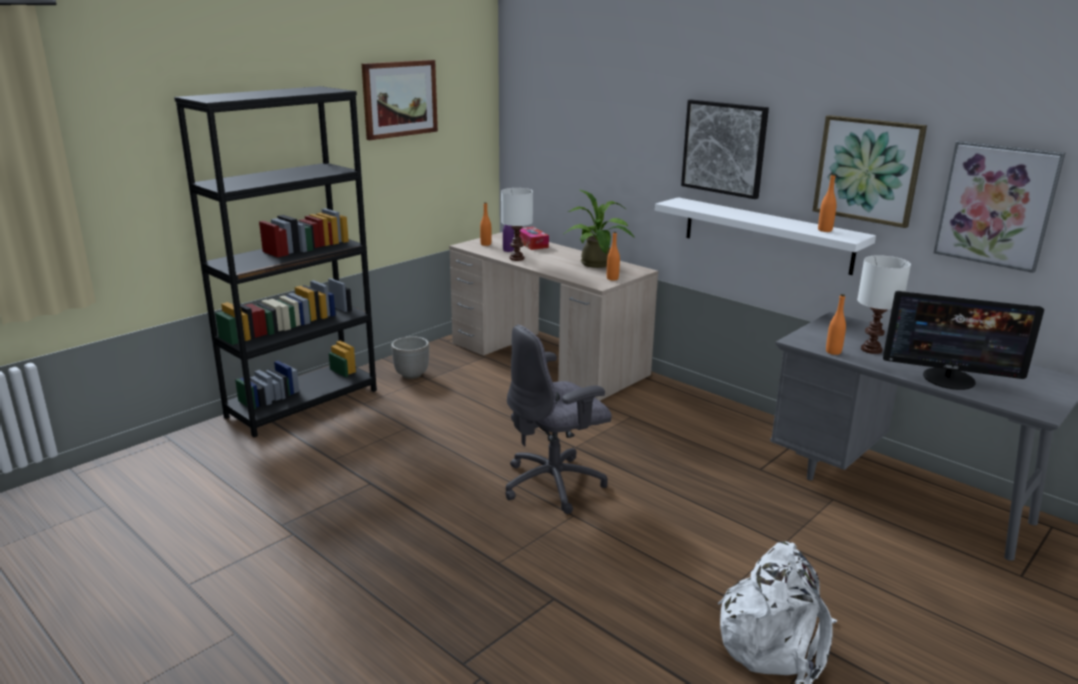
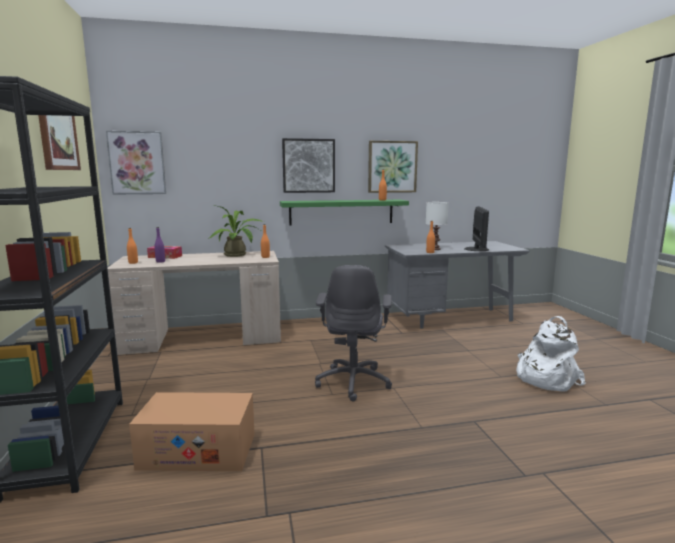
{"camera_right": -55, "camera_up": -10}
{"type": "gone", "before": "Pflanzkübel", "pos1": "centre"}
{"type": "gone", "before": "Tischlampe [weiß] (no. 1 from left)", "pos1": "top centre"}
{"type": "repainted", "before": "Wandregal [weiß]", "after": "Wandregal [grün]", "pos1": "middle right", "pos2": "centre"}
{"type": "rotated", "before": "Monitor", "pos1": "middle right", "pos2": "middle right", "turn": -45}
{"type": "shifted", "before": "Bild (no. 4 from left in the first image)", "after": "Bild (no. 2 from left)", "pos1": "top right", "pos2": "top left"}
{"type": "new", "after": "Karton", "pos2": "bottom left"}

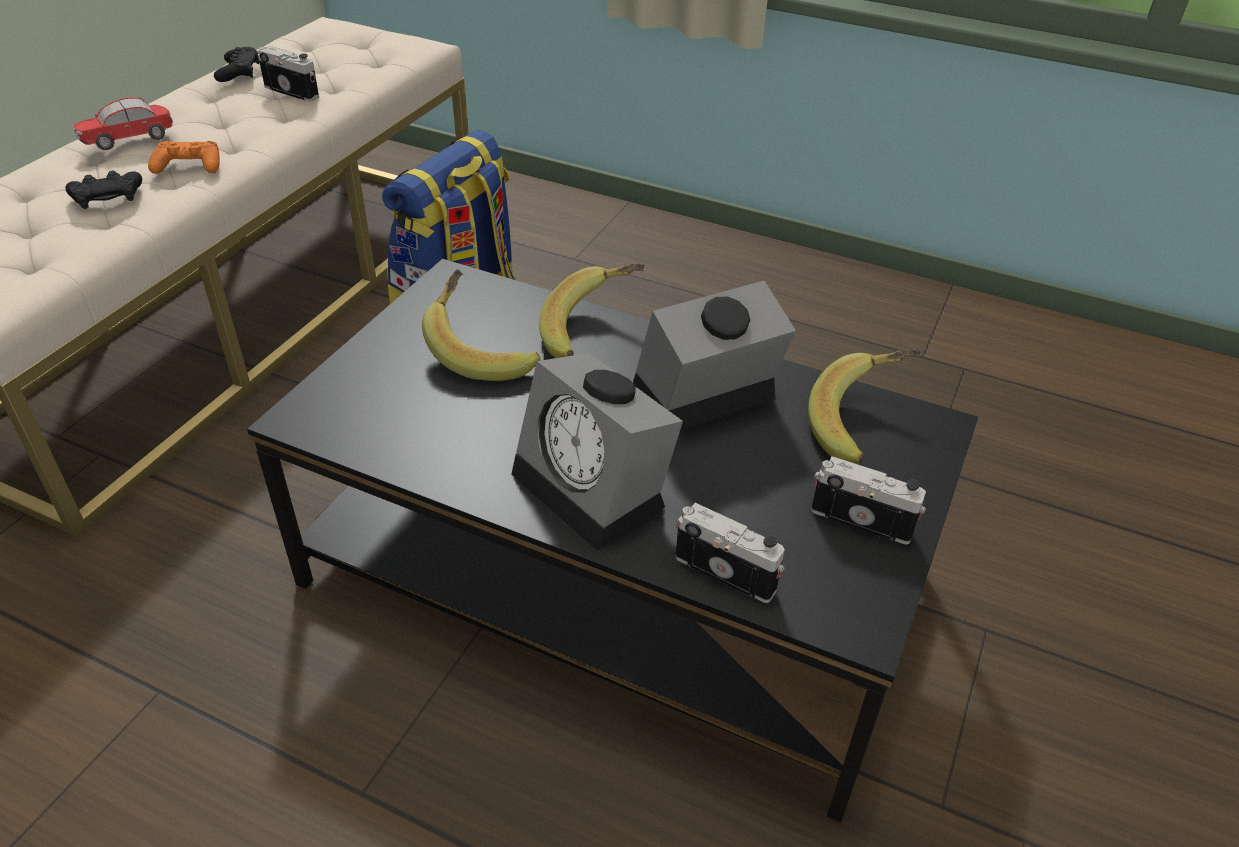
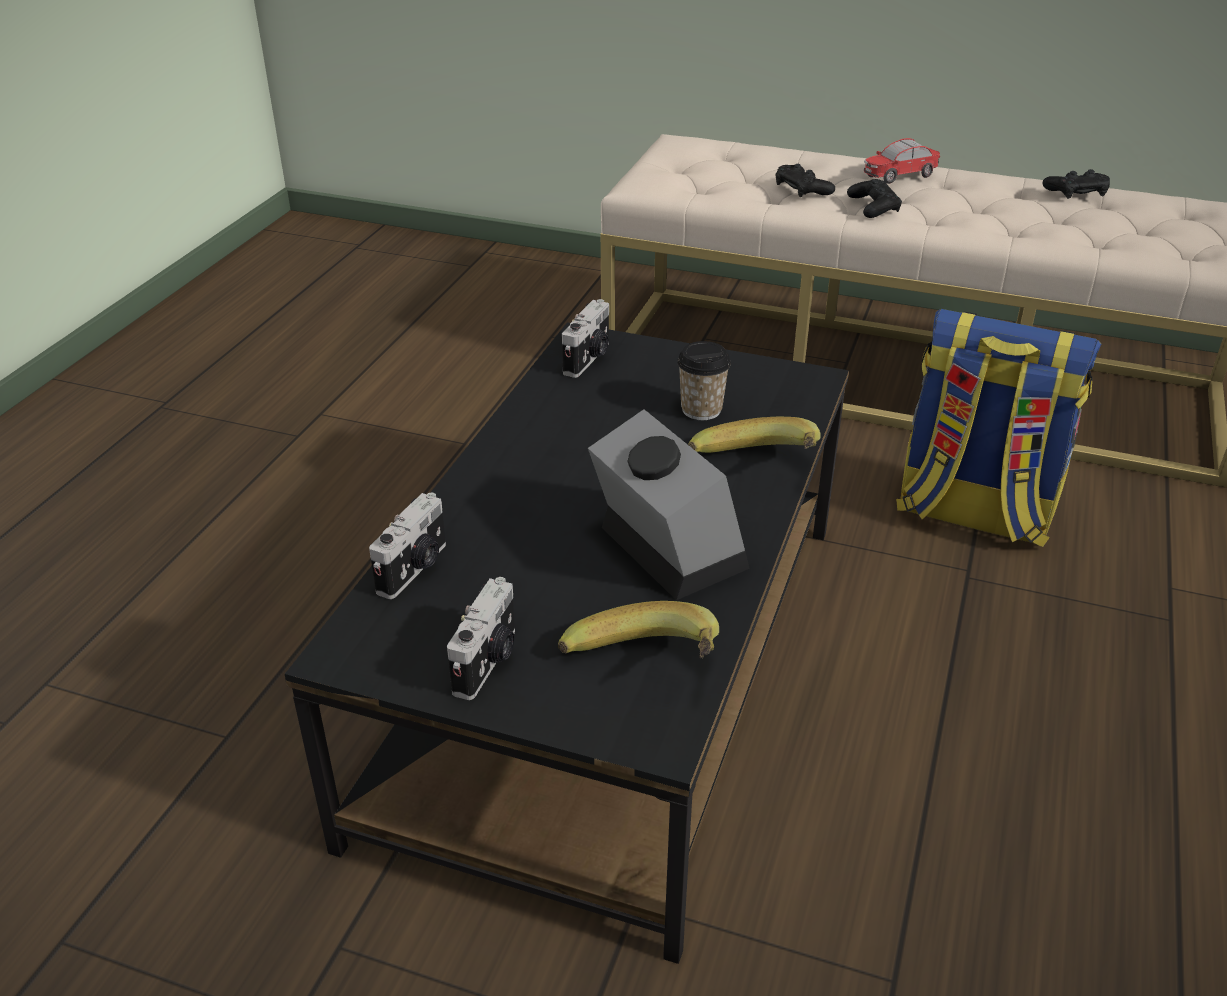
{"camera_right": 85, "camera_up": -5}
{"type": "rotated", "before": "Spielzeugauto", "pos1": "top left", "pos2": "top right", "turn": -75}
{"type": "repainted", "before": "Gamepad [orange]", "after": "Gamepad [schwarz] (no. 2 from left)", "pos1": "top left", "pos2": "top right"}
{"type": "shifted", "before": "Kamera (no. 1 from left in the first image)", "after": "Kamera (no. 3 from left)", "pos1": "top left", "pos2": "centre"}
{"type": "swapped", "before": "Banane (no. 1 from left)", "after": "Tasse", "pos1": "centre", "pos2": "centre"}
{"type": "gone", "before": "Wecker (no. 1 from left)", "pos1": "centre"}

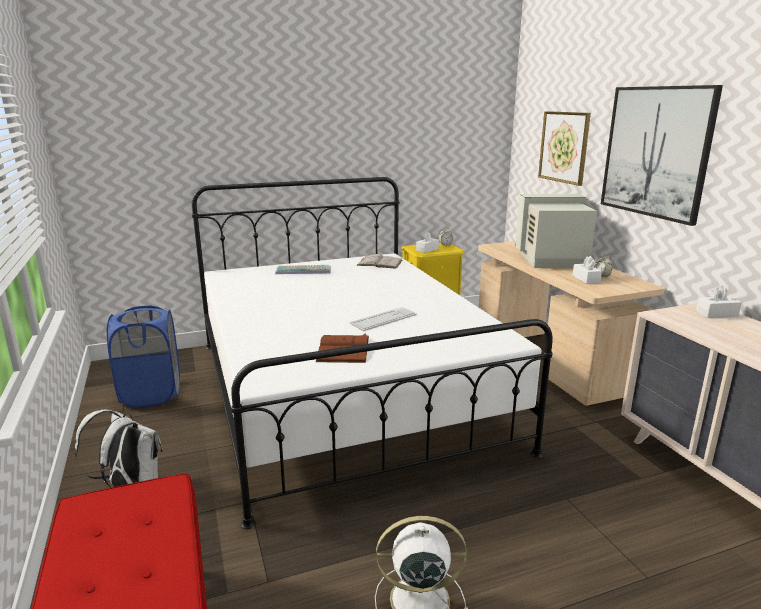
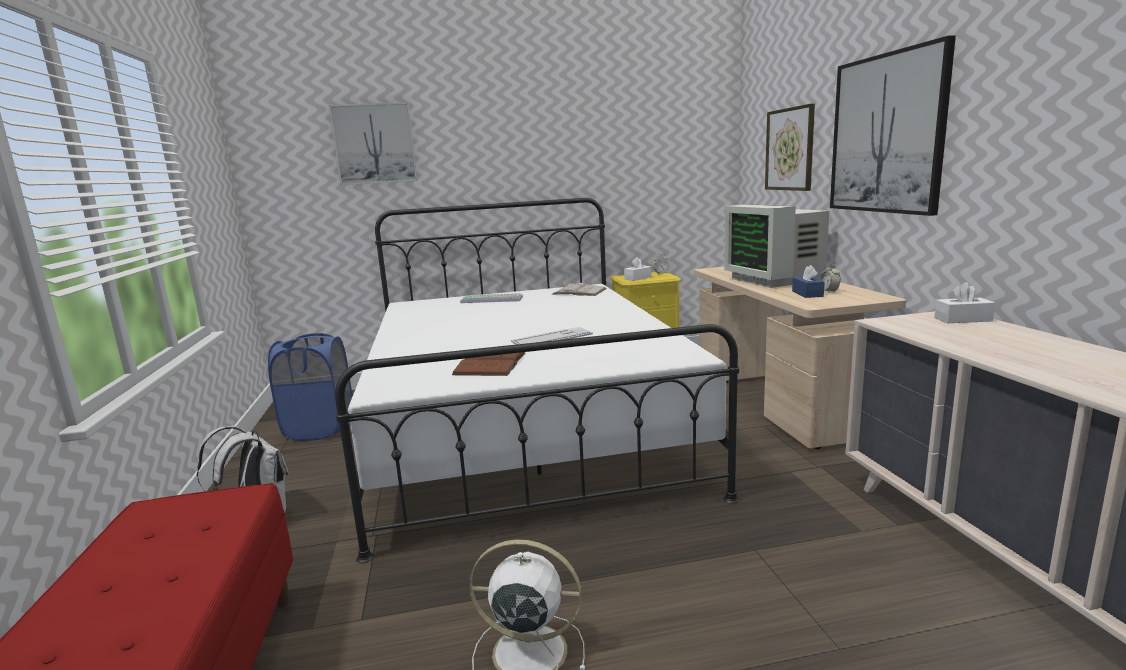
{"camera_right": 10, "camera_up": -5}
{"type": "rotated", "before": "Monitor", "pos1": "middle right", "pos2": "middle right", "turn": -120}
{"type": "repainted", "before": "Taschentuchbox [weiß] (no. 2 from left)", "after": "Taschentuchbox [blau]", "pos1": "middle right", "pos2": "middle right"}
{"type": "new", "after": "Bild (no. 1 from left)", "pos2": "top left"}

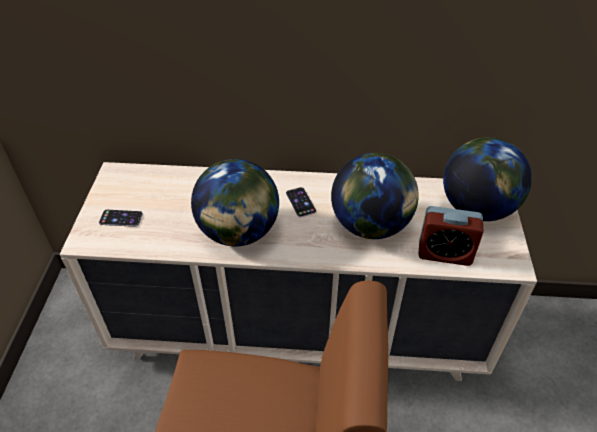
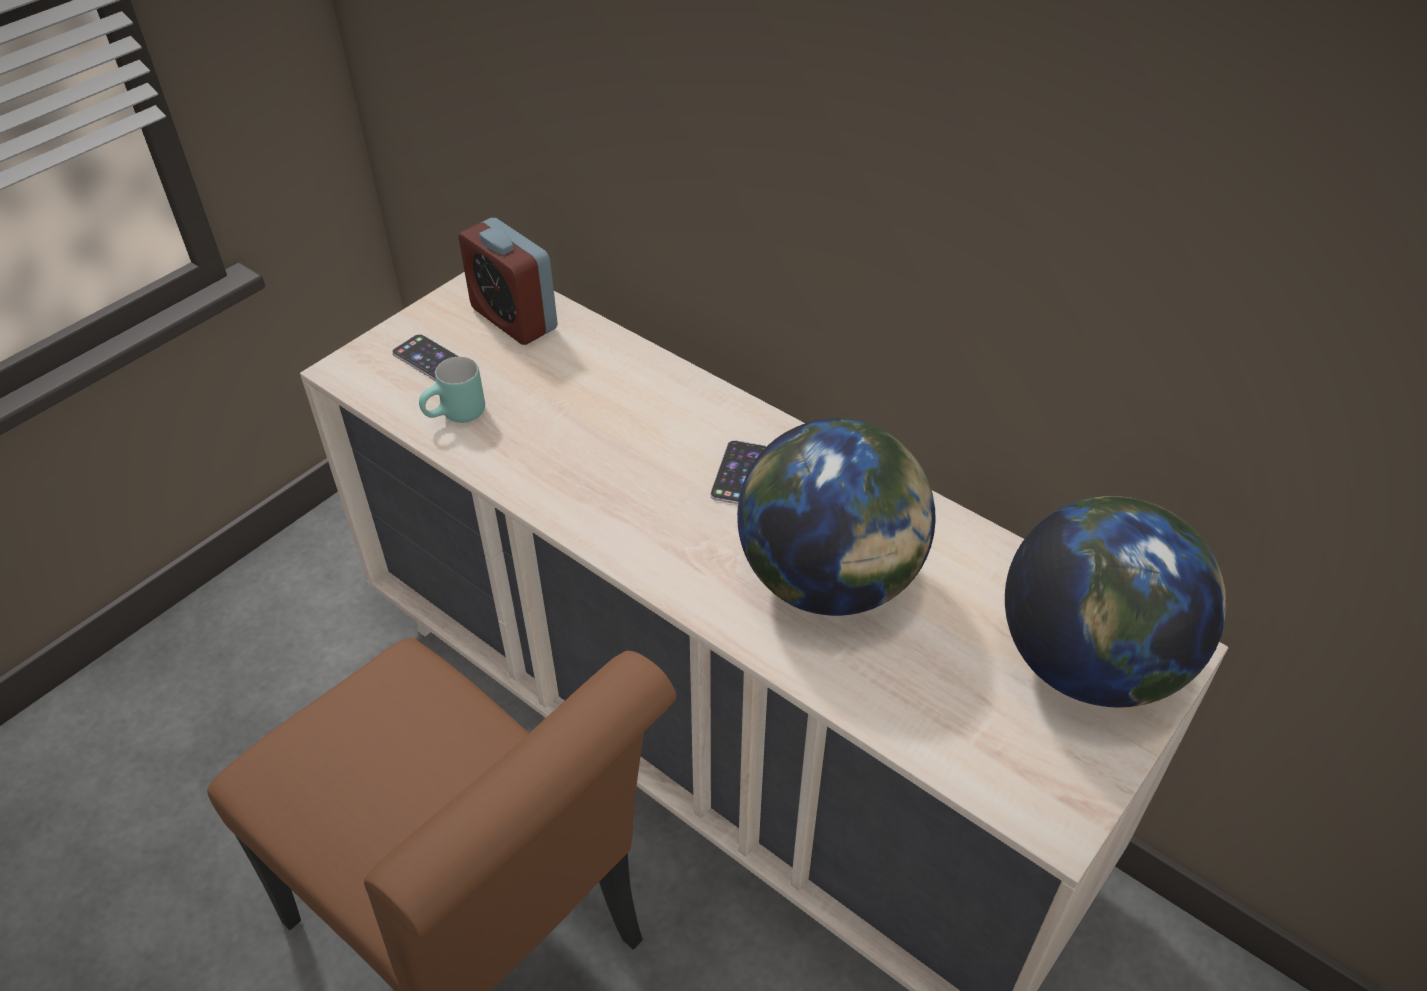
{"camera_right": 35, "camera_up": 0}
{"type": "gone", "before": "Globus (no. 1 from left)", "pos1": "centre"}
{"type": "shifted", "before": "Wecker", "pos1": "middle right", "pos2": "top centre"}
{"type": "new", "after": "Henkelbecher [türkis]", "pos2": "middle left"}

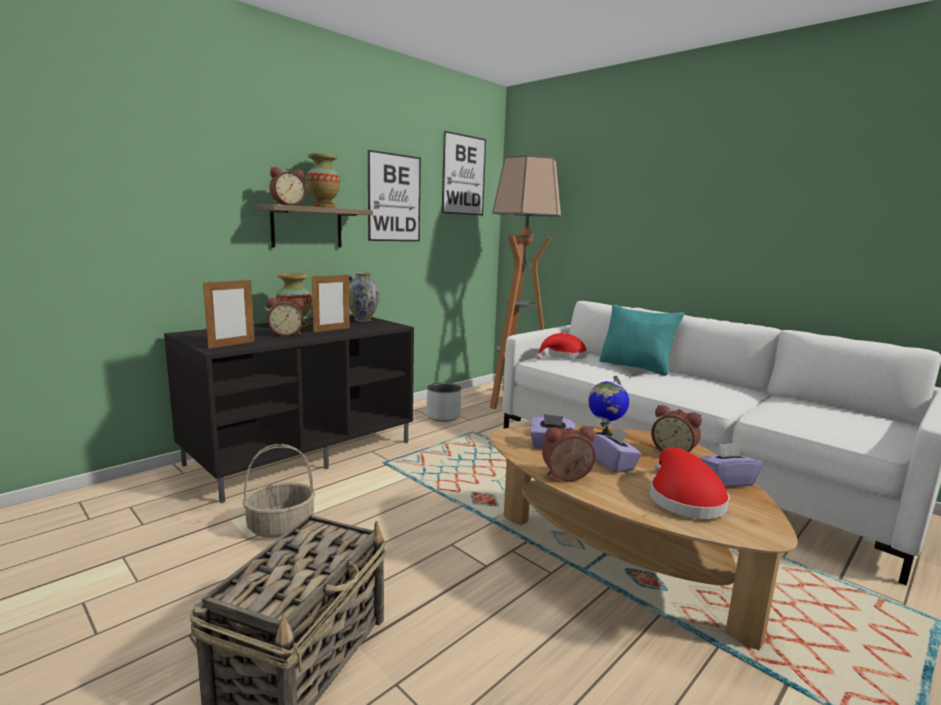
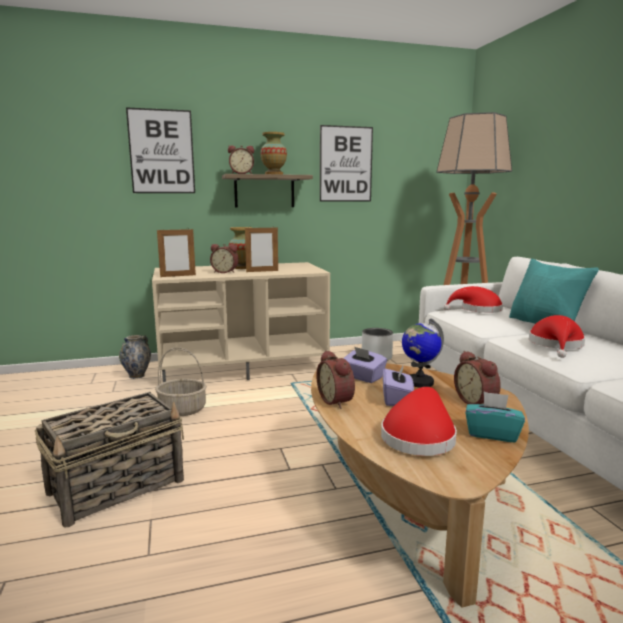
{"camera_right": 30, "camera_up": 0}
{"type": "repainted", "before": "Fernsehschrank [schwarz]", "after": "Fernsehschrank [beige]", "pos1": "middle left", "pos2": "centre"}
{"type": "shifted", "before": "Vase (no. 3 from left in the first image)", "after": "Vase (no. 1 from left)", "pos1": "centre", "pos2": "middle left"}
{"type": "shifted", "before": "Bild (no. 2 from left in the first image)", "after": "Bild (no. 1 from left)", "pos1": "top centre", "pos2": "top left"}
{"type": "rotated", "before": "Wecker (no. 3 from left)", "pos1": "centre", "pos2": "centre", "turn": -135}
{"type": "repainted", "before": "Taschentuchbox [lila] (no. 3 from left)", "after": "Taschentuchbox [türkis]", "pos1": "middle right", "pos2": "bottom right"}
{"type": "new", "after": "Hut [rot] (no. 3 from left)", "pos2": "middle right"}

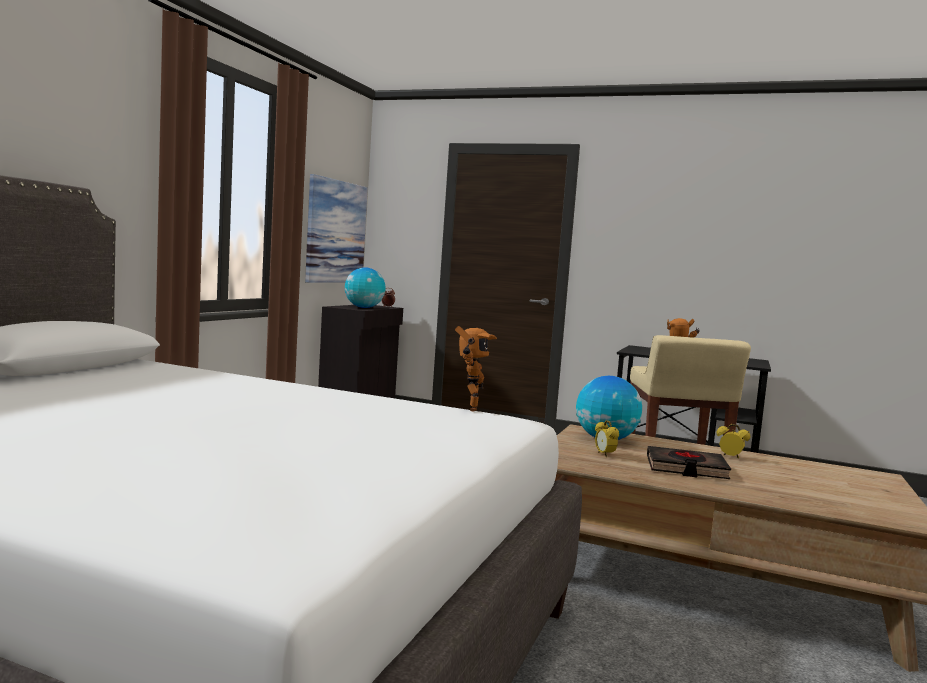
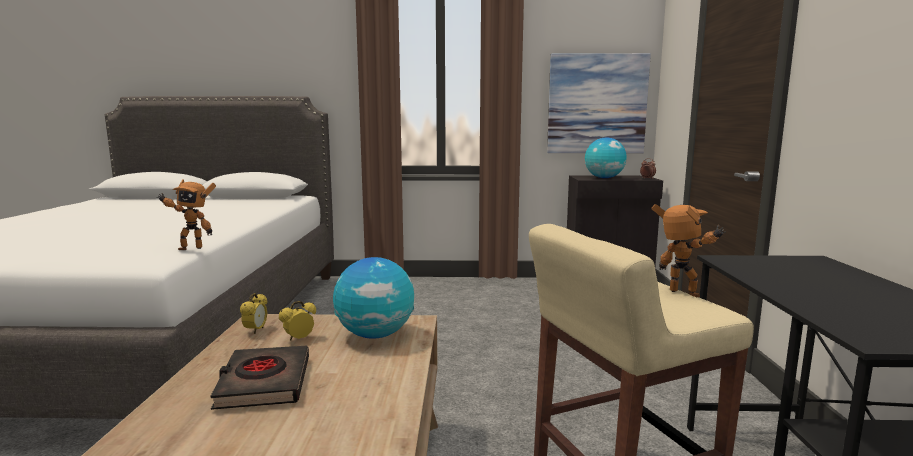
{"camera_right": 70, "camera_up": 5}
{"type": "shifted", "before": "Wecker (no. 3 from left in the first image)", "after": "Wecker (no. 1 from left)", "pos1": "middle right", "pos2": "bottom left"}

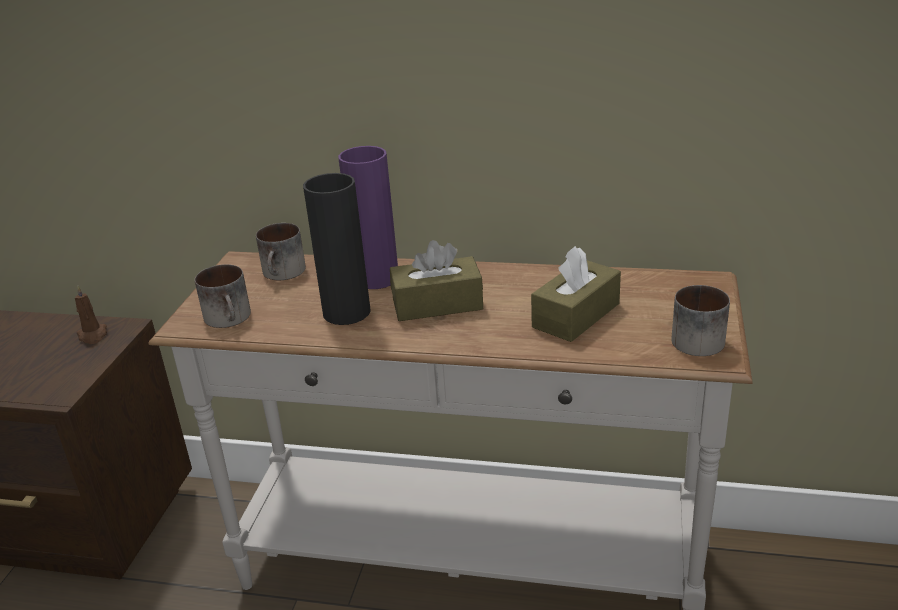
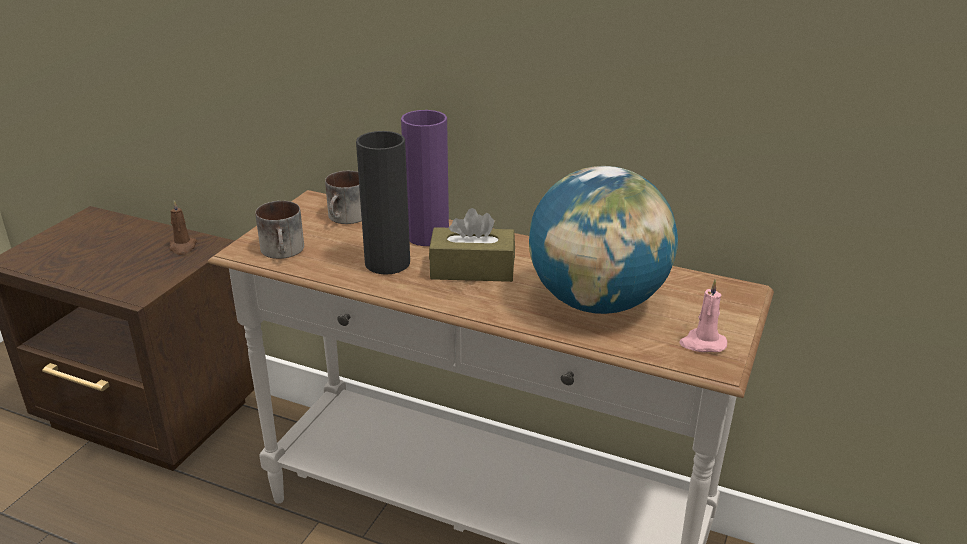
{"camera_right": 10, "camera_up": 0}
{"type": "swapped", "before": "Taschentuchbox [braun] (no. 2 from left)", "after": "Globus", "pos1": "centre", "pos2": "centre"}
{"type": "swapped", "before": "Henkelbecher (no. 3 from left)", "after": "Kerze [rosa]", "pos1": "middle right", "pos2": "middle right"}

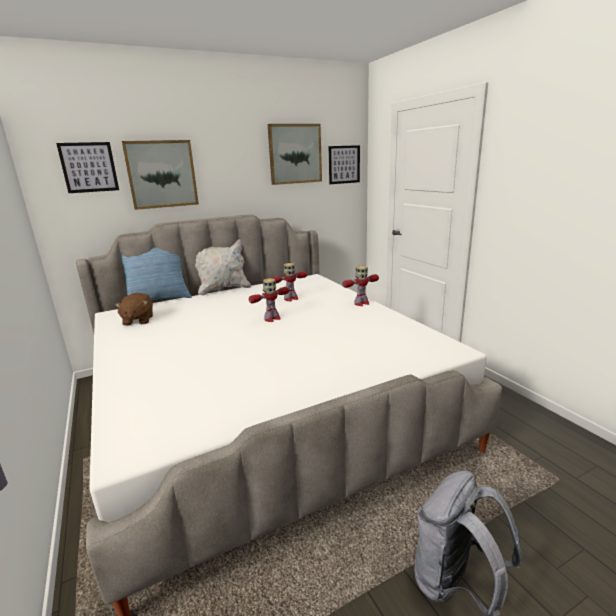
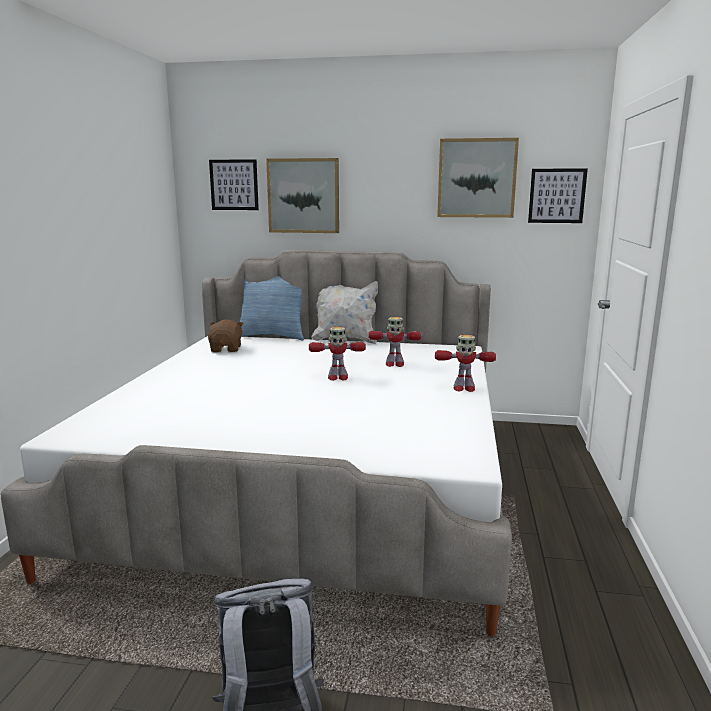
{"camera_right": 35, "camera_up": -5}
{"type": "rotated", "before": "Plüschtier [braun]", "pos1": "middle left", "pos2": "middle left", "turn": 150}

